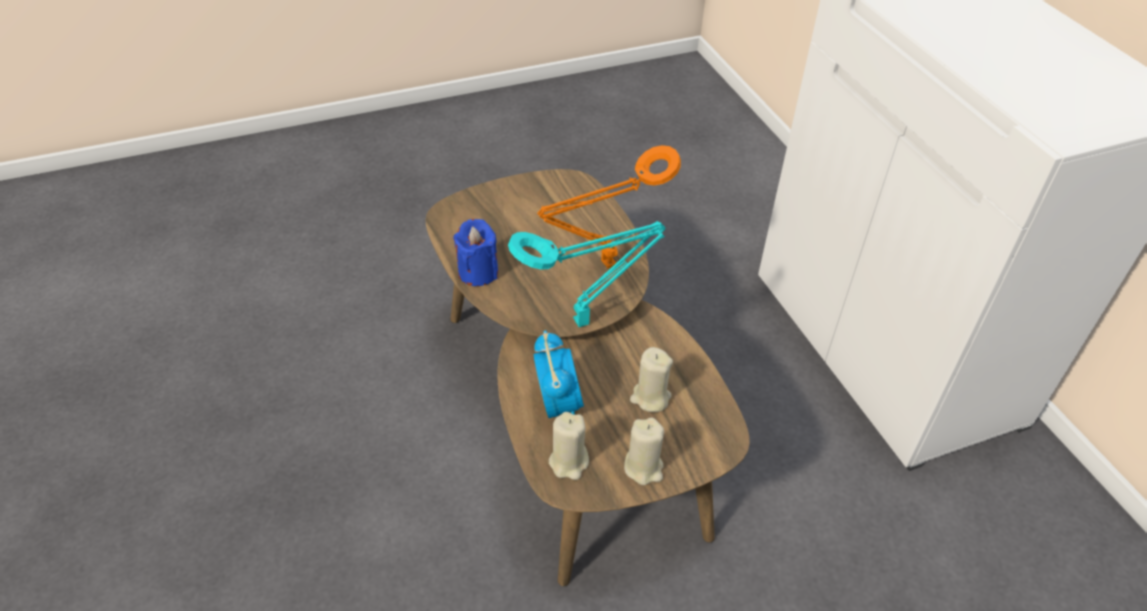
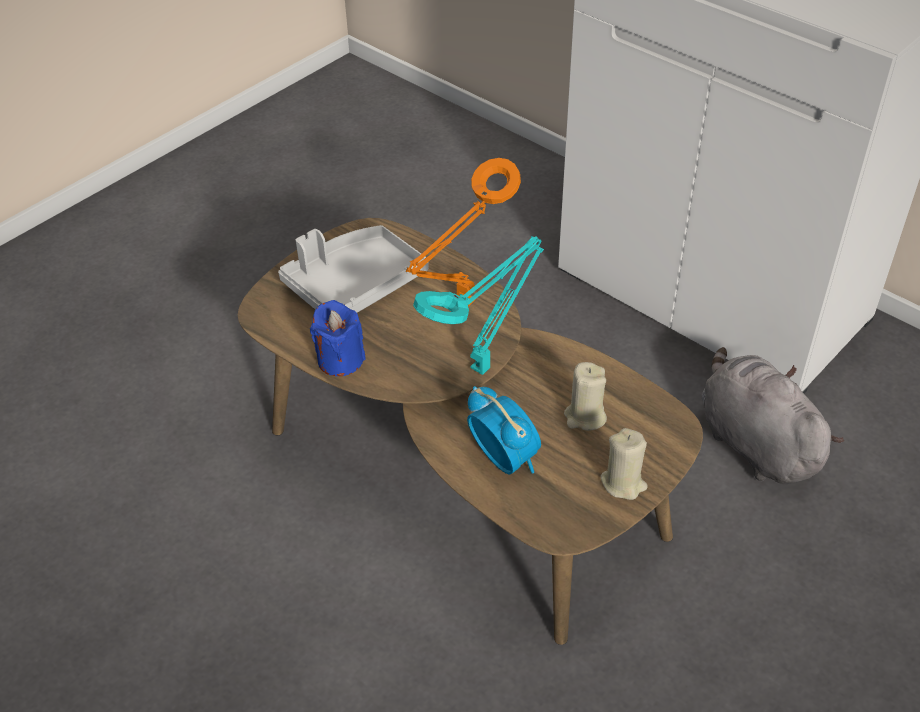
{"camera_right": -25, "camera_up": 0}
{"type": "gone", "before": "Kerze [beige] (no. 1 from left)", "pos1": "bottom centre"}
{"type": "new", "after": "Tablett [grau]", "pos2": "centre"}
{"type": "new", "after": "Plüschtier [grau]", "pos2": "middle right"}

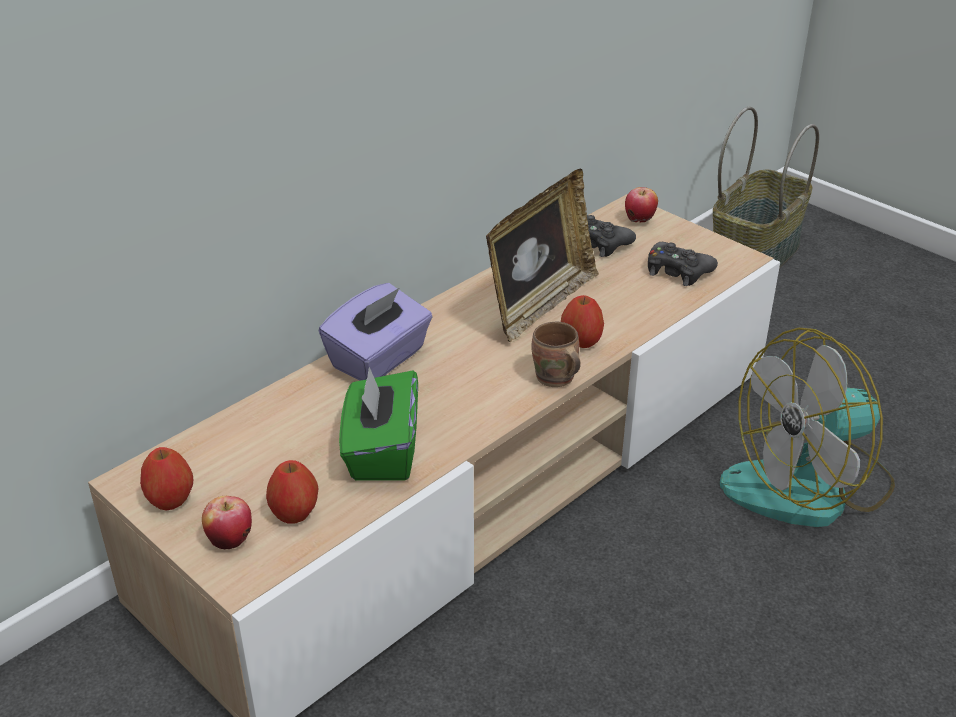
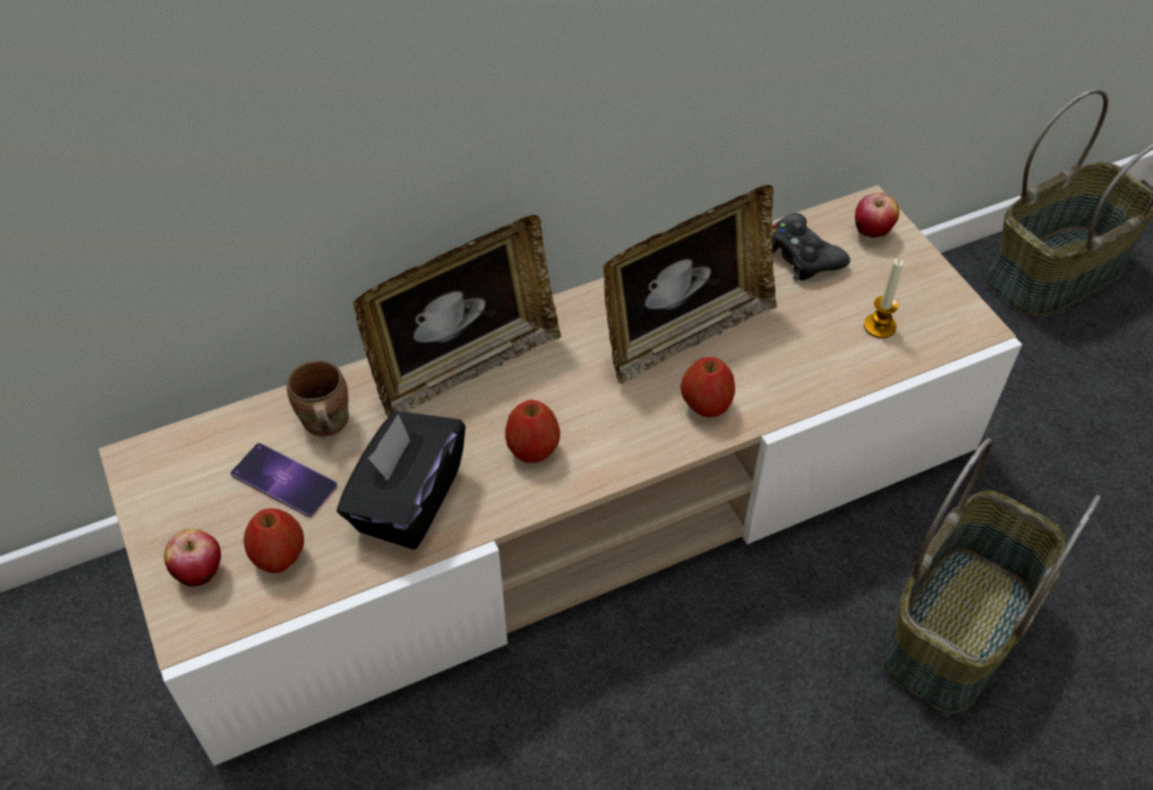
{"camera_right": 20, "camera_up": 15}
{"type": "shifted", "before": "Apfel (no. 1 from left in the first image)", "after": "Apfel (no. 3 from left)", "pos1": "bottom left", "pos2": "centre"}
{"type": "swapped", "before": "Taschentuchbox [lila]", "after": "Bilderrahmen (no. 1 from left)", "pos1": "centre", "pos2": "centre"}
{"type": "repainted", "before": "Taschentuchbox [grün]", "after": "Taschentuchbox [schwarz]", "pos1": "centre", "pos2": "centre"}
{"type": "shifted", "before": "Henkelbecher [braun]", "pos1": "centre", "pos2": "middle left"}
{"type": "swapped", "before": "Gamepad [schwarz] (no. 2 from left)", "after": "Kerze", "pos1": "middle right", "pos2": "middle right"}
{"type": "swapped", "before": "Ventilator", "after": "Korb (no. 1 from left)", "pos1": "middle right", "pos2": "bottom right"}
{"type": "new", "after": "Handy", "pos2": "middle left"}

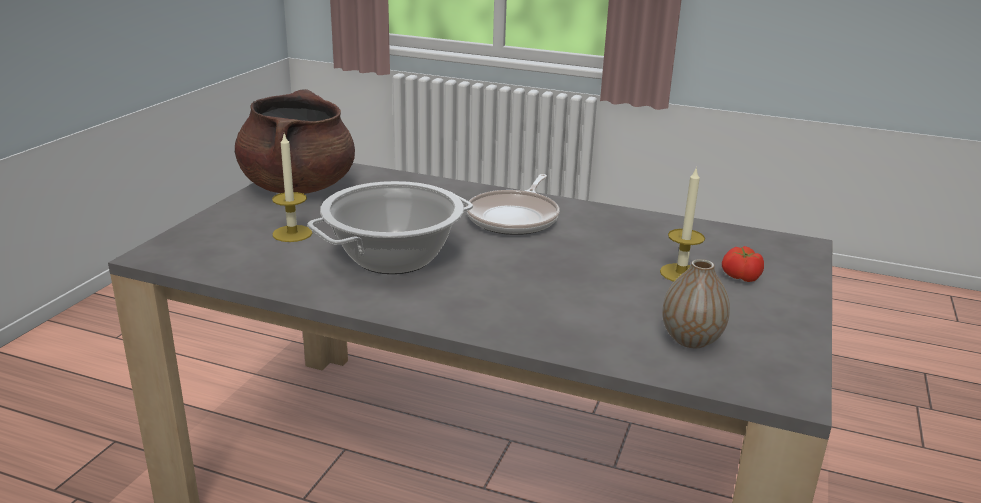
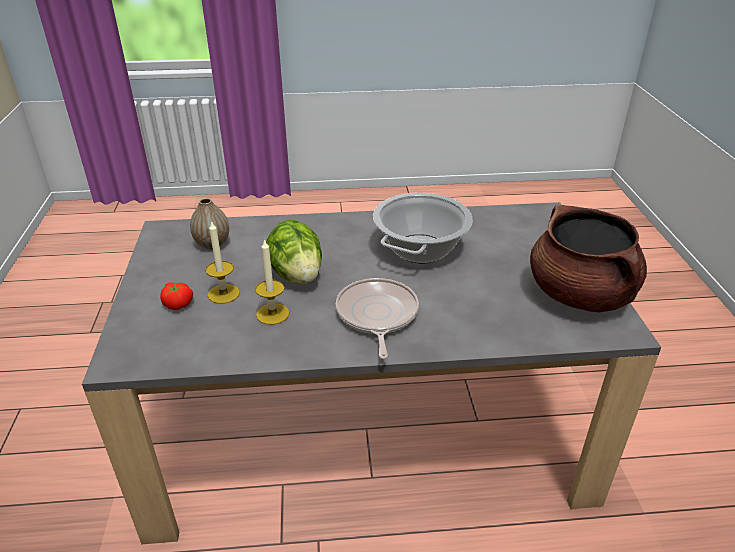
{"camera_right": 155, "camera_up": 10}
{"type": "shifted", "before": "Kerze (no. 1 from left in the first image)", "after": "Kerze (no. 2 from left)", "pos1": "middle left", "pos2": "centre"}
{"type": "new", "after": "Salatkopf", "pos2": "centre"}

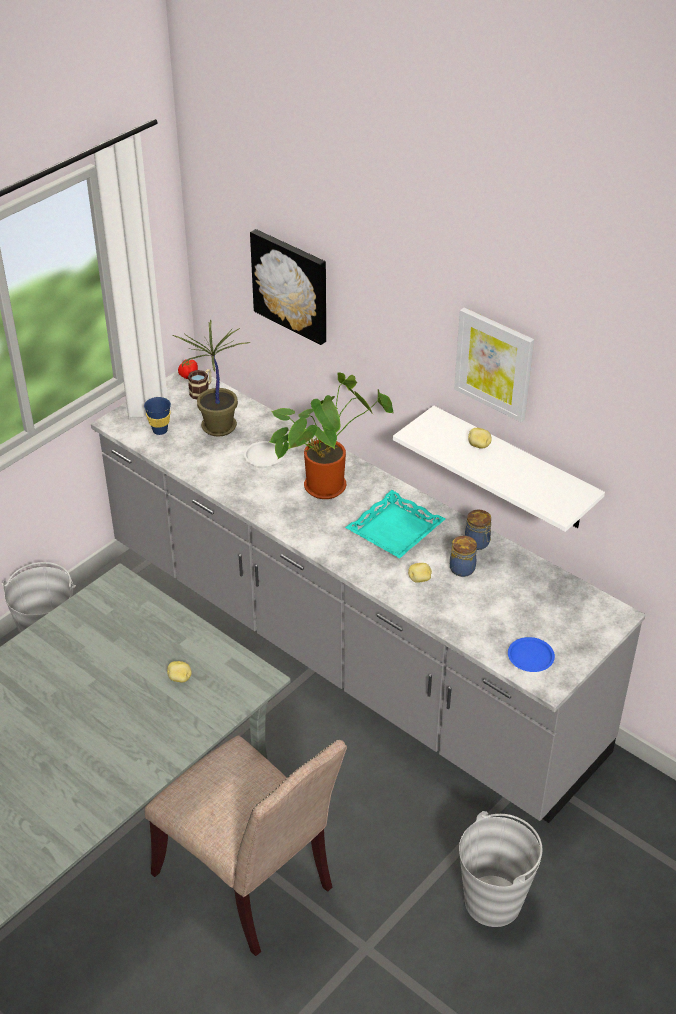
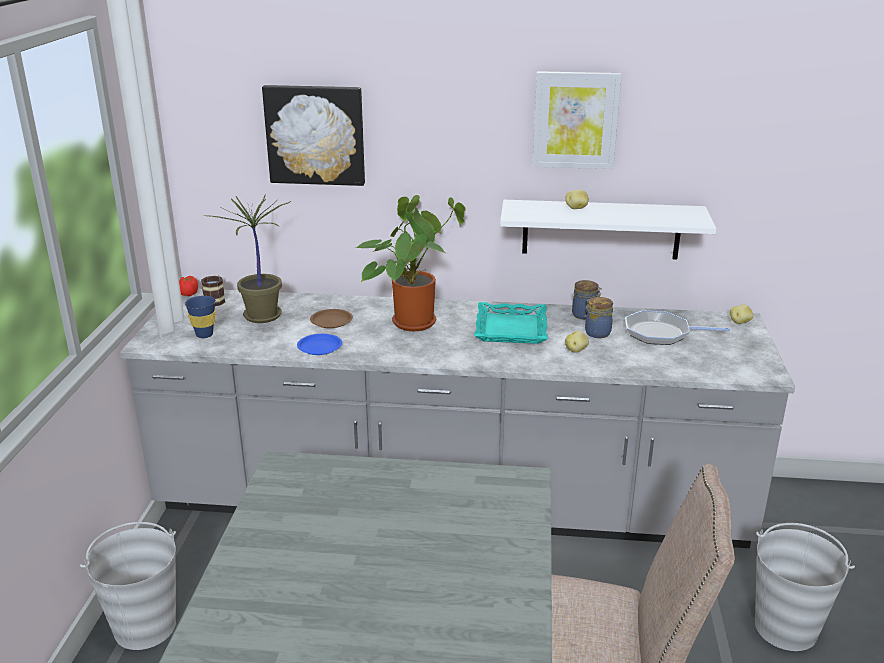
{"camera_right": -35, "camera_up": -15}
{"type": "shifted", "before": "Kartoffel (no. 1 from left in the first image)", "after": "Kartoffel (no. 3 from left)", "pos1": "middle left", "pos2": "middle right"}
{"type": "repainted", "before": "Teller [weiß]", "after": "Teller [braun]", "pos1": "centre", "pos2": "centre"}
{"type": "shifted", "before": "Teller [blau]", "pos1": "middle right", "pos2": "centre"}
{"type": "new", "after": "Pfanne", "pos2": "middle right"}

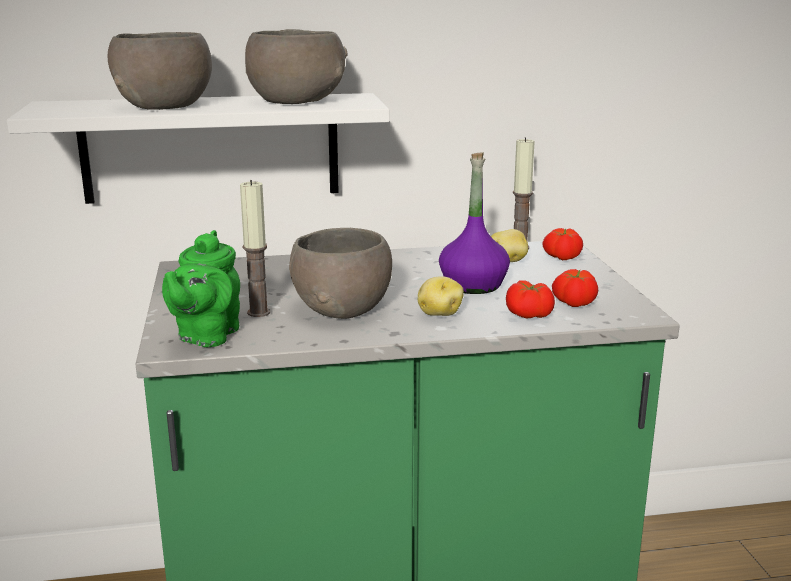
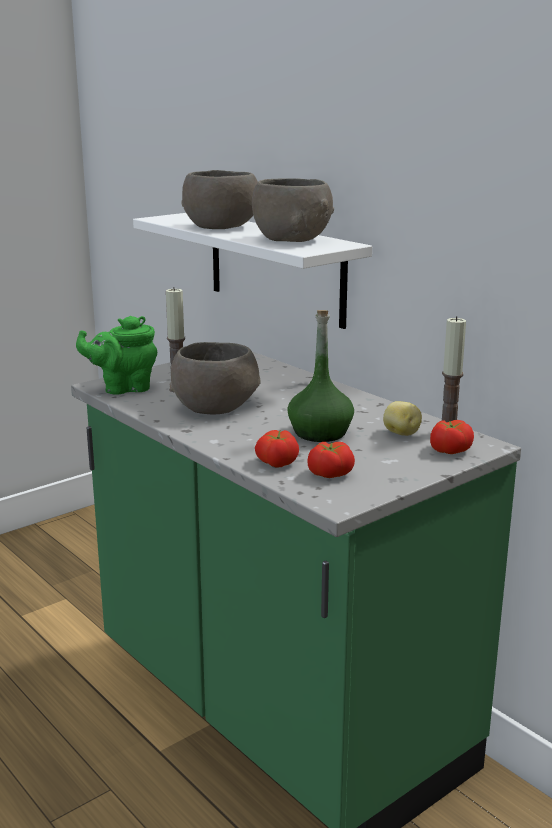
{"camera_right": 60, "camera_up": 0}
{"type": "gone", "before": "Kartoffel (no. 1 from left)", "pos1": "centre"}
{"type": "repainted", "before": "Flasche [lila]", "after": "Flasche [grün]", "pos1": "centre", "pos2": "centre"}

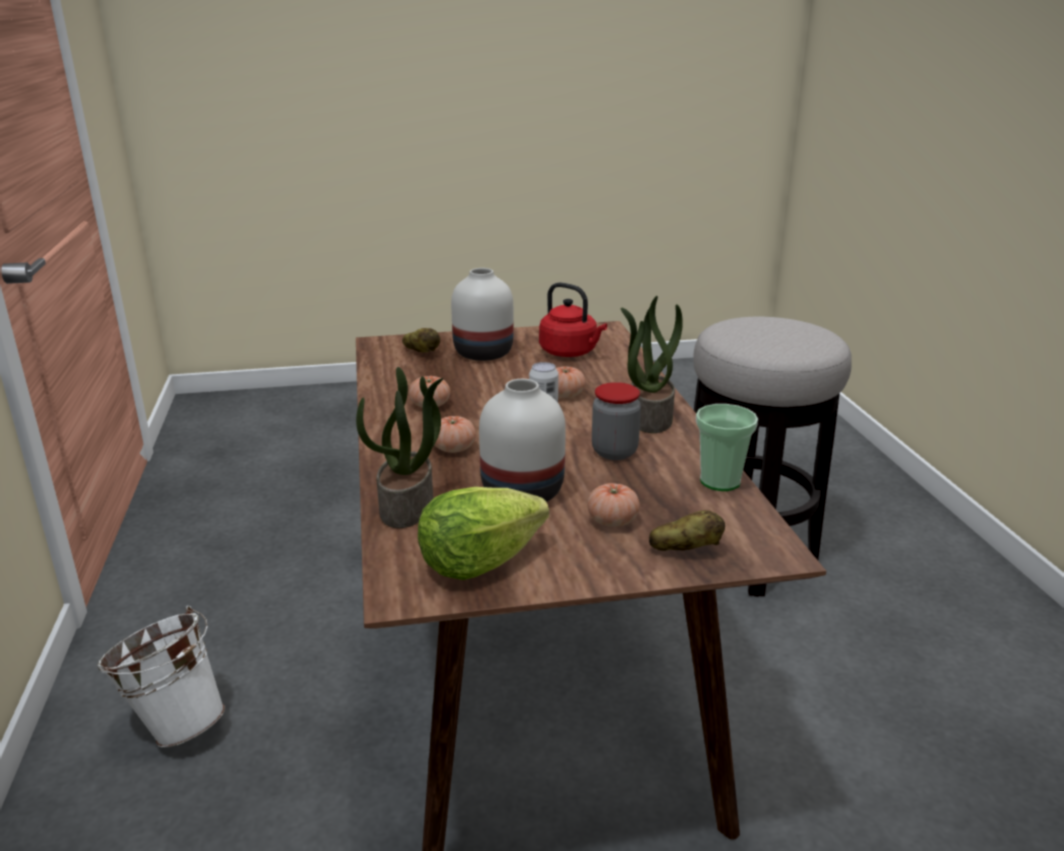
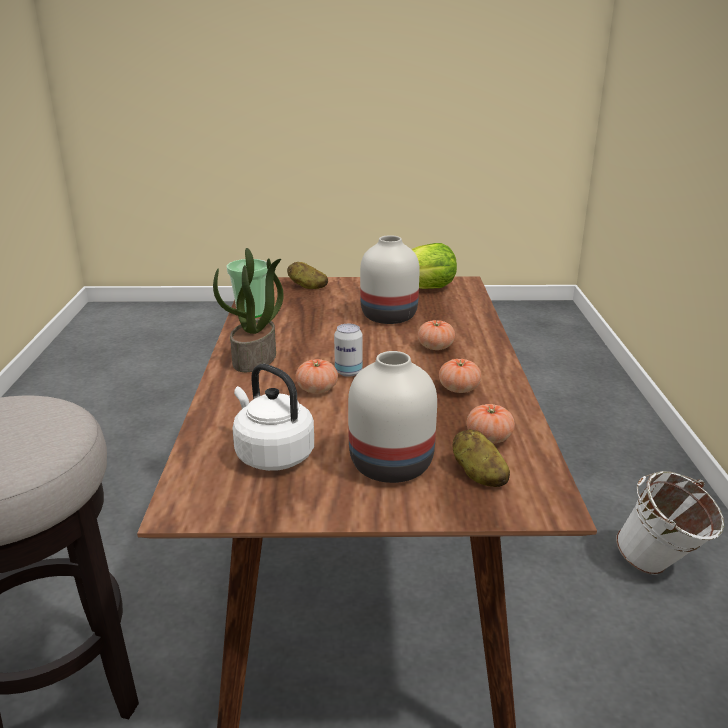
{"camera_right": -170, "camera_up": 0}
{"type": "gone", "before": "Topfpflanze (no. 1 from left)", "pos1": "centre"}
{"type": "repainted", "before": "Wasserkessel [rot]", "after": "Wasserkessel [weiß]", "pos1": "centre", "pos2": "centre"}
{"type": "shifted", "before": "Tomate (no. 4 from left)", "pos1": "centre", "pos2": "middle right"}
{"type": "gone", "before": "Vorratsglas", "pos1": "centre"}

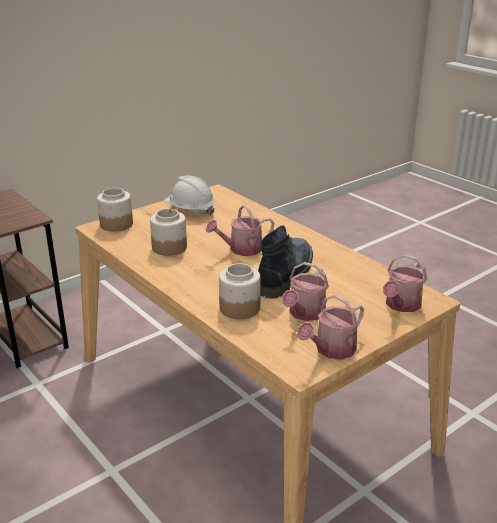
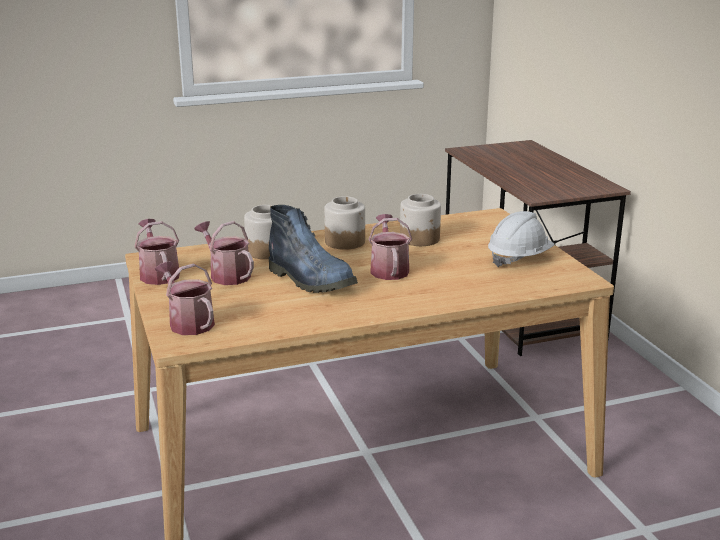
{"camera_right": 110, "camera_up": -5}
{"type": "shifted", "before": "Vorratsglas (no. 1 from left in the first image)", "after": "Vorratsglas (no. 2 from left)", "pos1": "middle left", "pos2": "centre"}

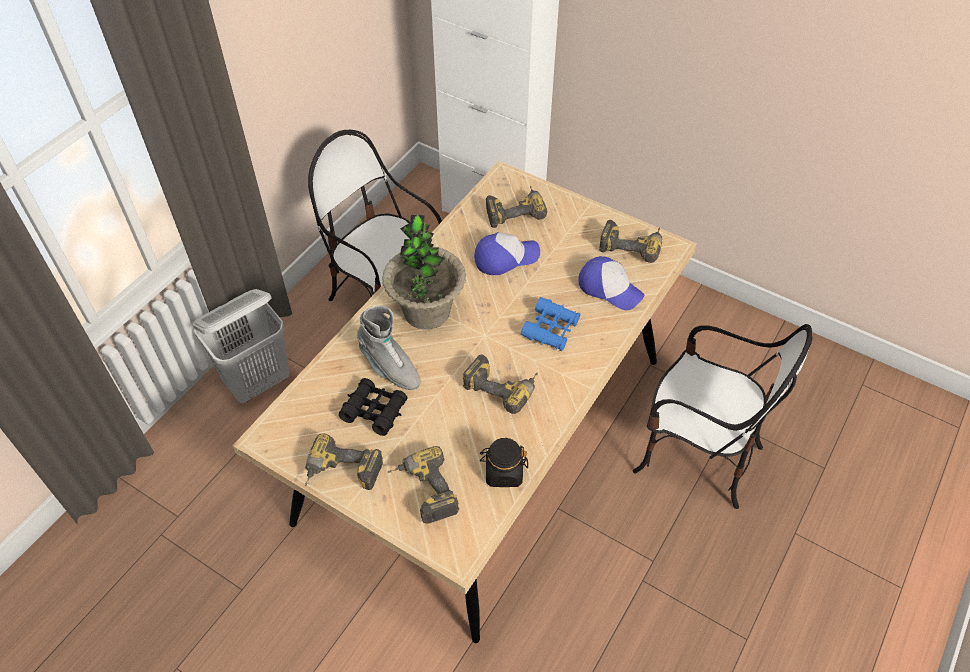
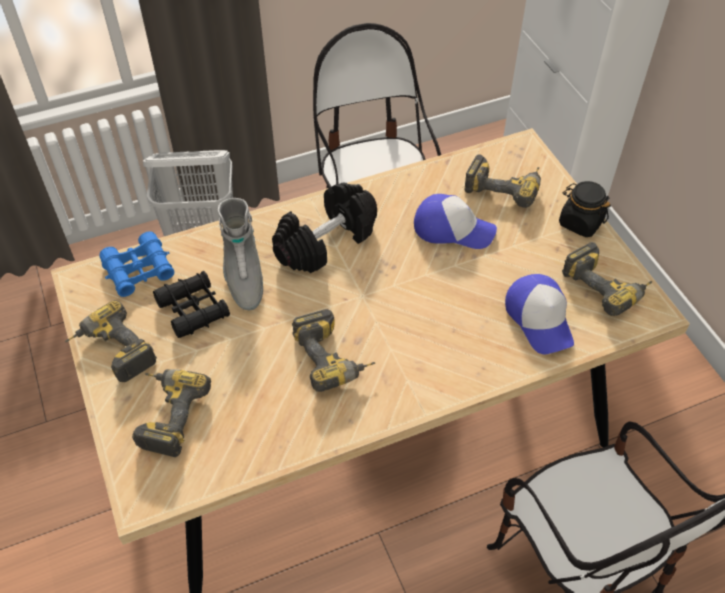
{"camera_right": 35, "camera_up": 0}
{"type": "swapped", "before": "Topfpflanze", "after": "Hantel [schwarz]", "pos1": "centre", "pos2": "centre"}
{"type": "shifted", "before": "Vorratsglas [schwarz]", "pos1": "bottom centre", "pos2": "middle right"}
{"type": "shifted", "before": "Fernglas [blau]", "pos1": "centre", "pos2": "middle left"}

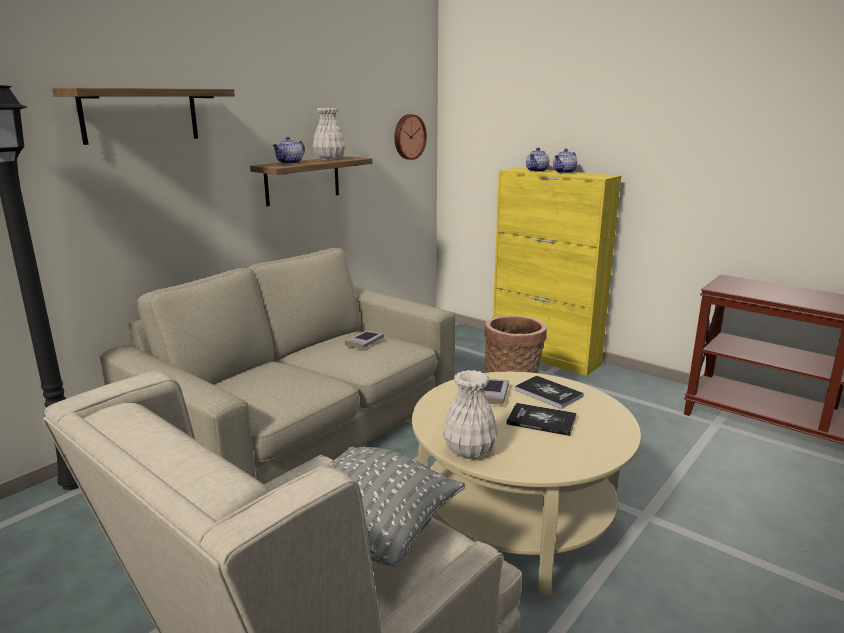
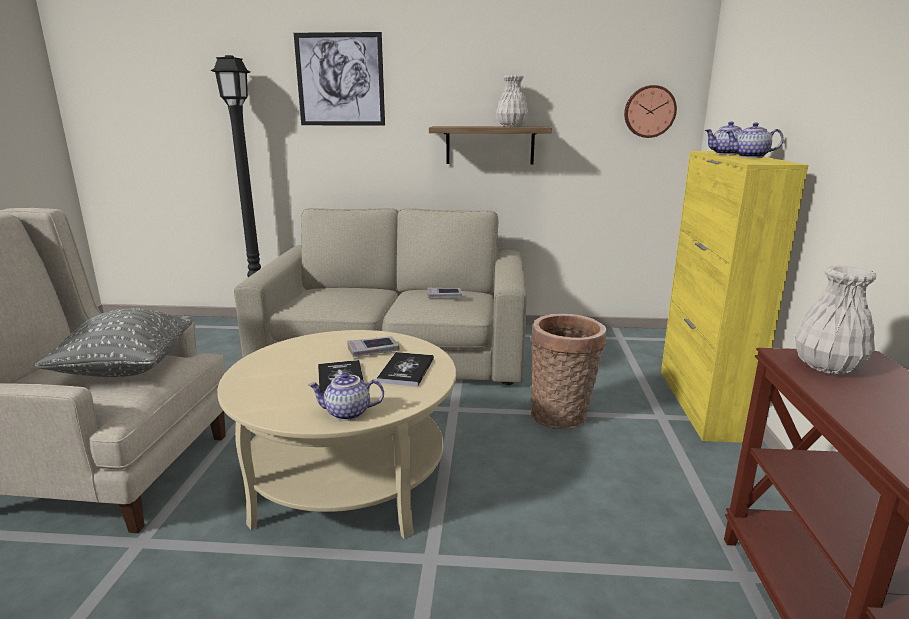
{"camera_right": 55, "camera_up": 0}
{"type": "swapped", "before": "Wandregal (no. 1 from left)", "after": "Bild", "pos1": "top left", "pos2": "top centre"}
{"type": "shifted", "before": "Teekanne (no. 1 from left)", "pos1": "top centre", "pos2": "centre"}
{"type": "shifted", "before": "Vase [weiß] (no. 2 from left)", "pos1": "centre", "pos2": "middle right"}

